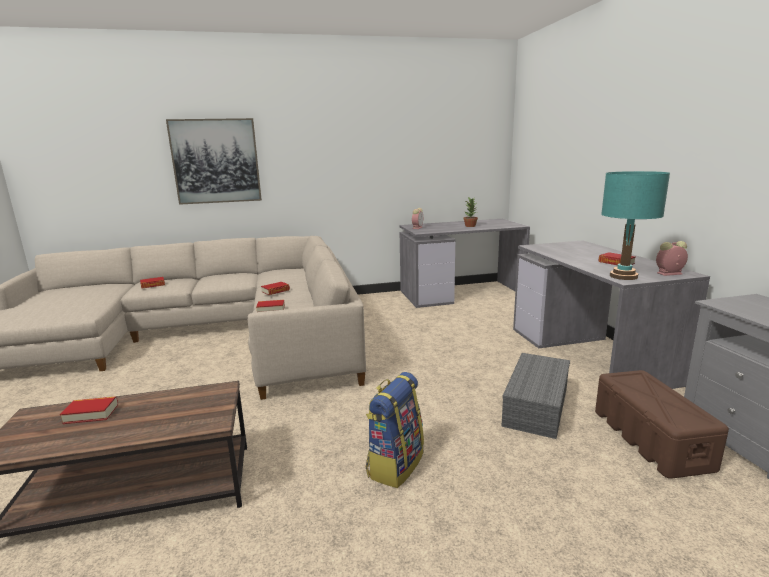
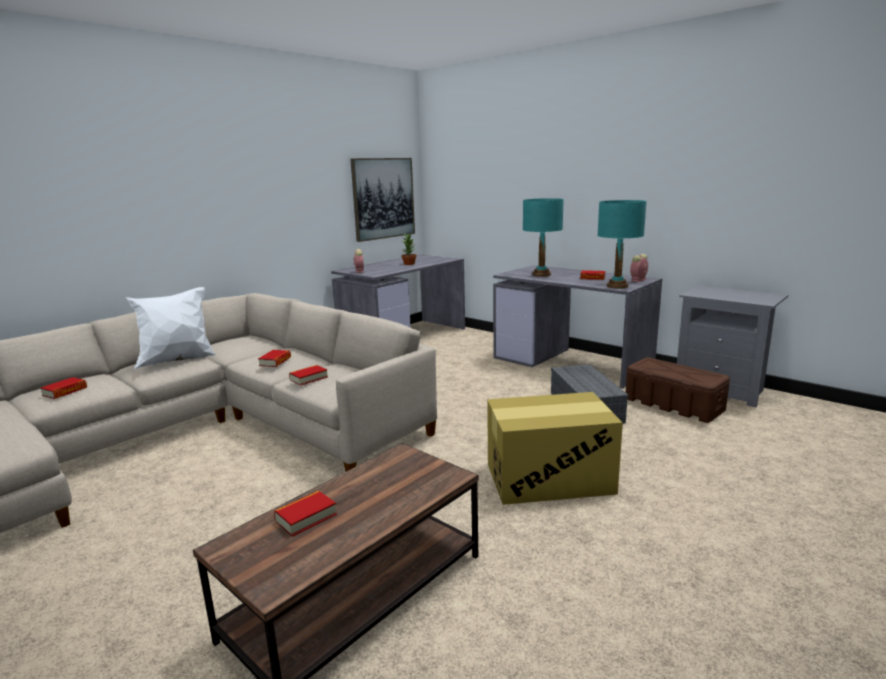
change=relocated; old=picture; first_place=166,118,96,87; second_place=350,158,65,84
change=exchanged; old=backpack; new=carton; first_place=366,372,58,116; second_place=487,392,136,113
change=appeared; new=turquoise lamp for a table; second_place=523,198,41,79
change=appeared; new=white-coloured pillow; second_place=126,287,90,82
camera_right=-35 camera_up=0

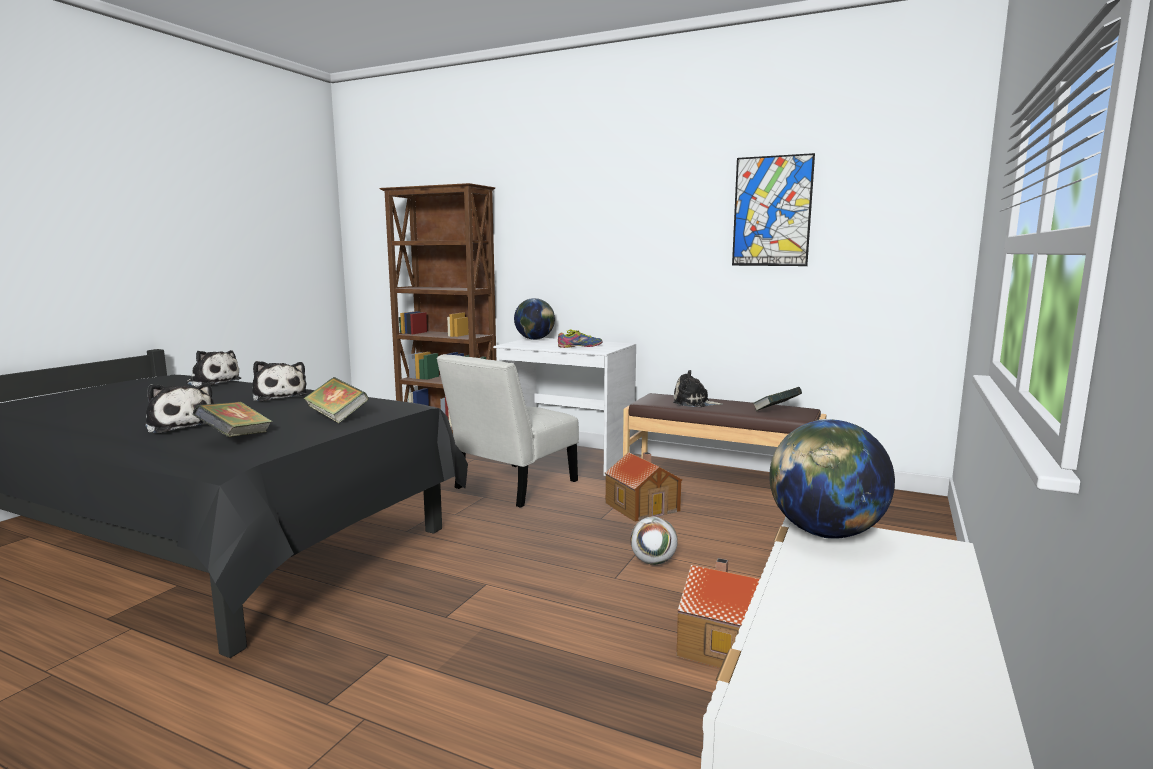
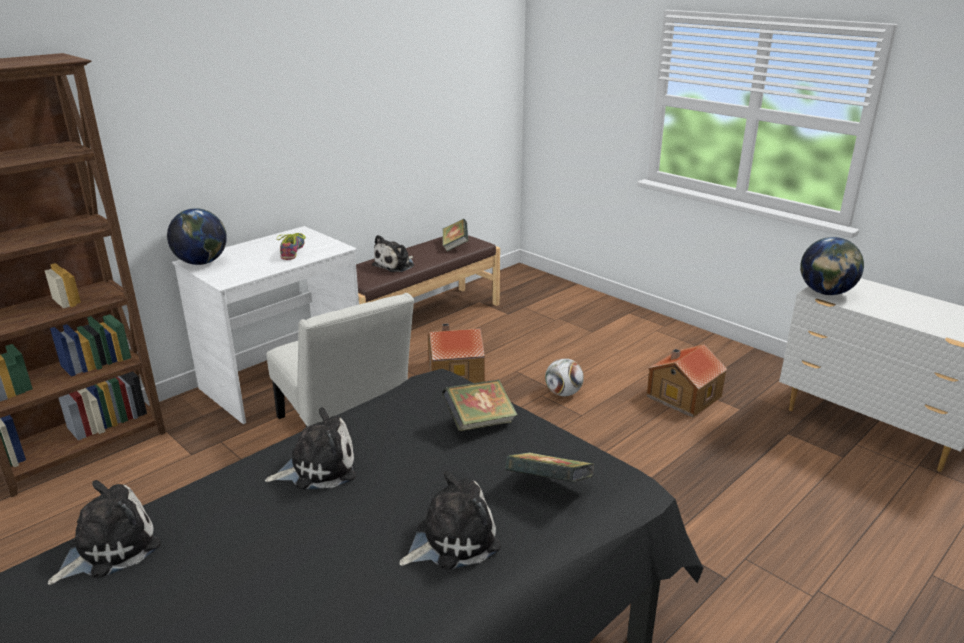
change=missing; old=picture; first_place=732,153,83,113
camera_right=-70 camera_up=15

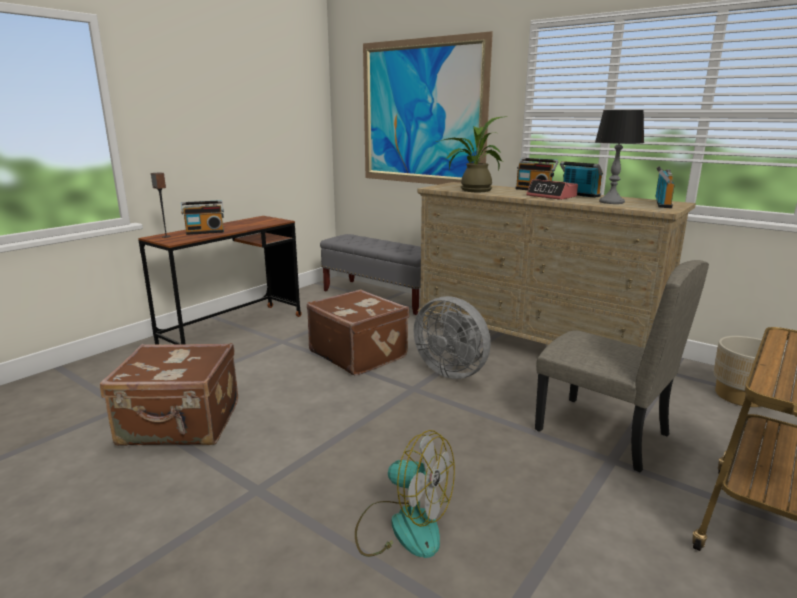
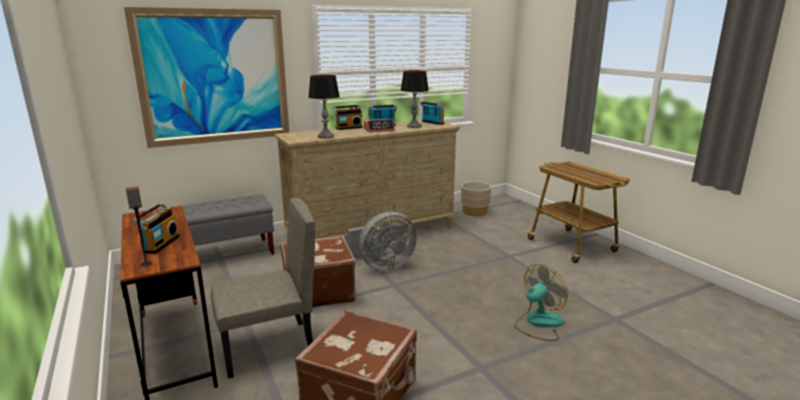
change=exchanged; old=houseplant; new=lamp for a table; first_place=436,116,71,76; second_place=308,75,32,63
change=relocated; old=beige upright chair; first_place=535,260,174,213; second_place=211,198,104,180
camera_right=-65 camera_up=0

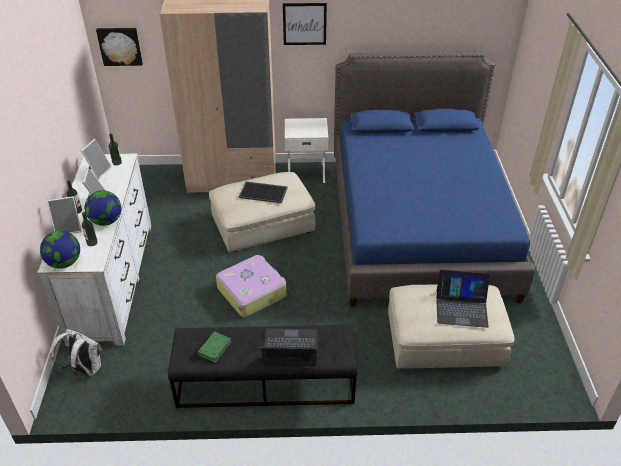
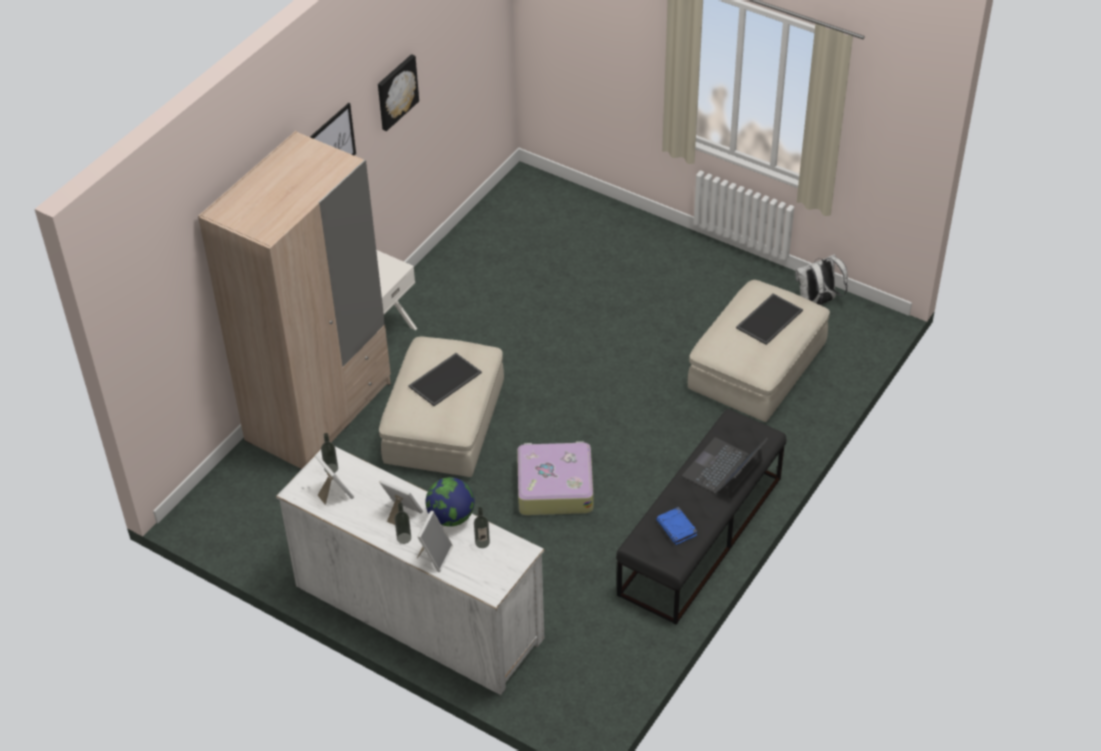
change=relocated; old=picture; first_place=96,28,47,38; second_place=378,54,41,77
change=missing; old=blue-coloured bed; first_place=334,52,201,255
change=missing; old=globe; first_place=40,231,40,38
change=exchanged; old=notebook computer; new=carrying tray; first_place=436,269,54,59; second_place=736,294,67,51
change=relocated; old=white-coloured backpack; first_place=51,329,52,48; second_place=795,254,53,51
change=colour; old=green-coloured volume; new=blue-coloured volume; first_place=197,331,35,32; second_place=656,507,42,38
camera_right=-55 camera_up=5

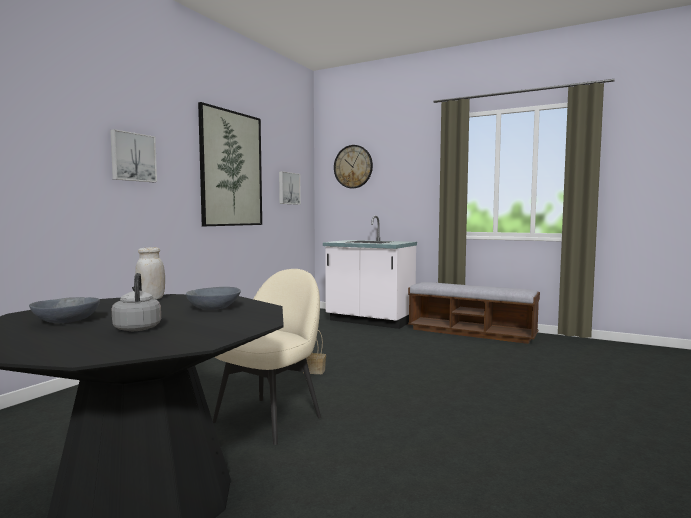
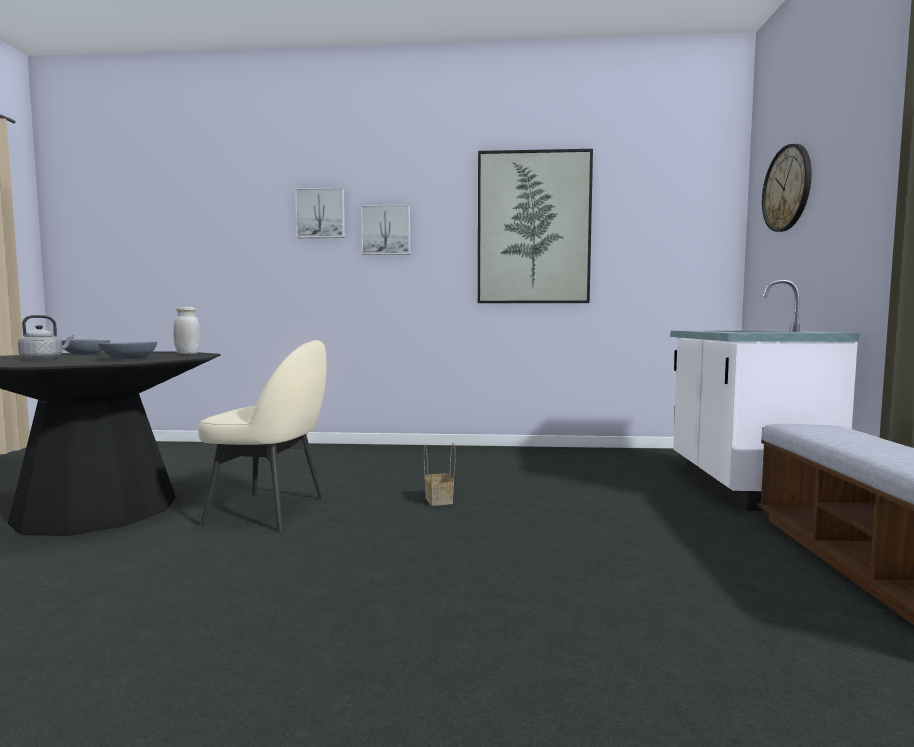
change=relocated; old=picture; first_place=279,171,22,34; second_place=295,188,50,50
camera_right=65 camera_up=0

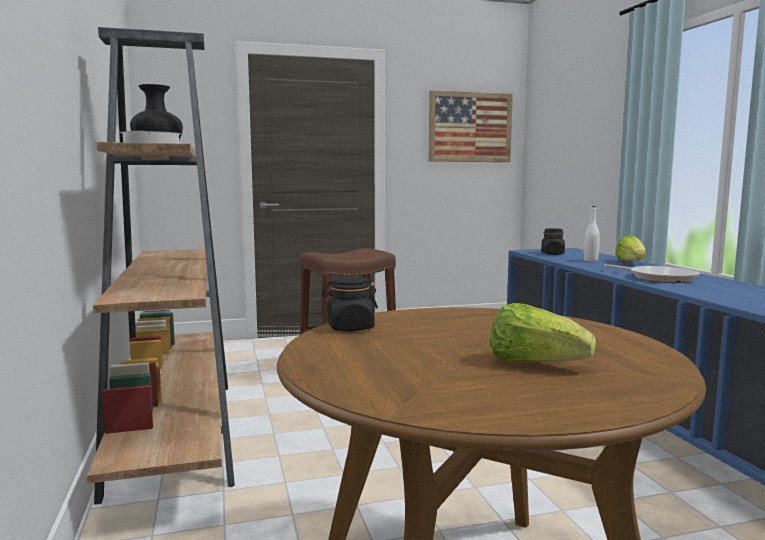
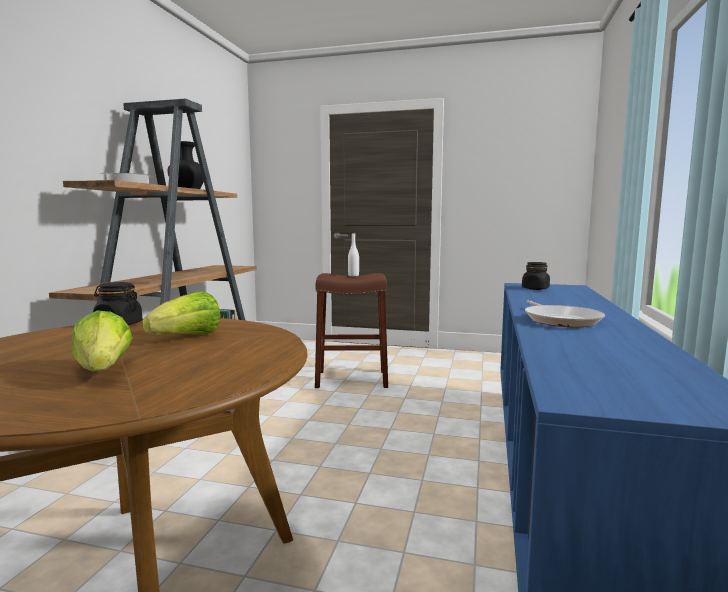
change=missing; old=picture; first_place=429,90,84,72
change=relocated; old=white-coloured beverage bottle; first_place=584,206,16,56; second_place=348,233,11,43
change=relocated; old=lettuce; first_place=616,235,30,27; second_place=143,291,78,44
camera_right=30 camera_up=0

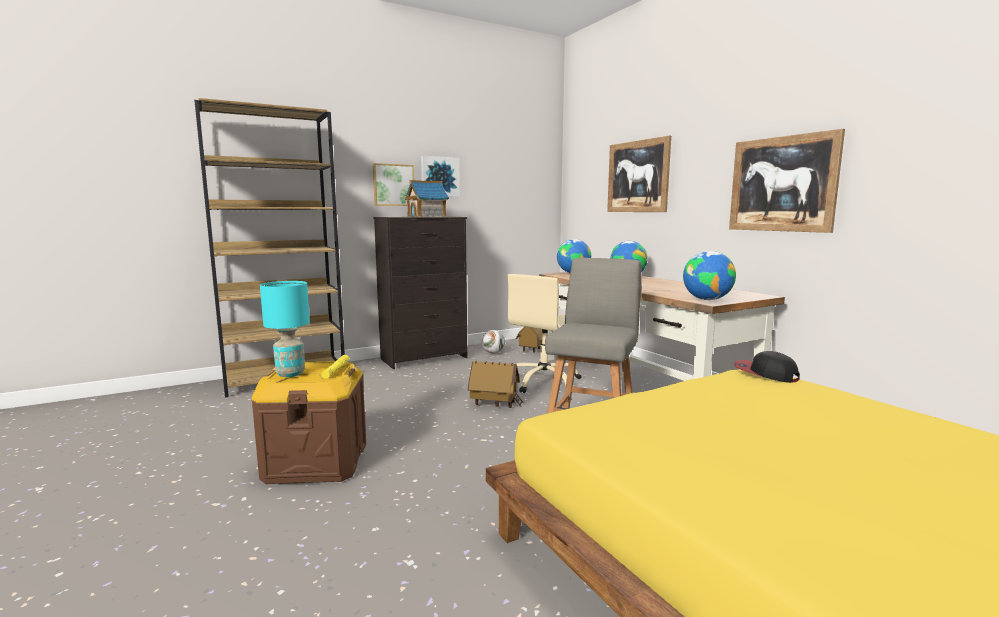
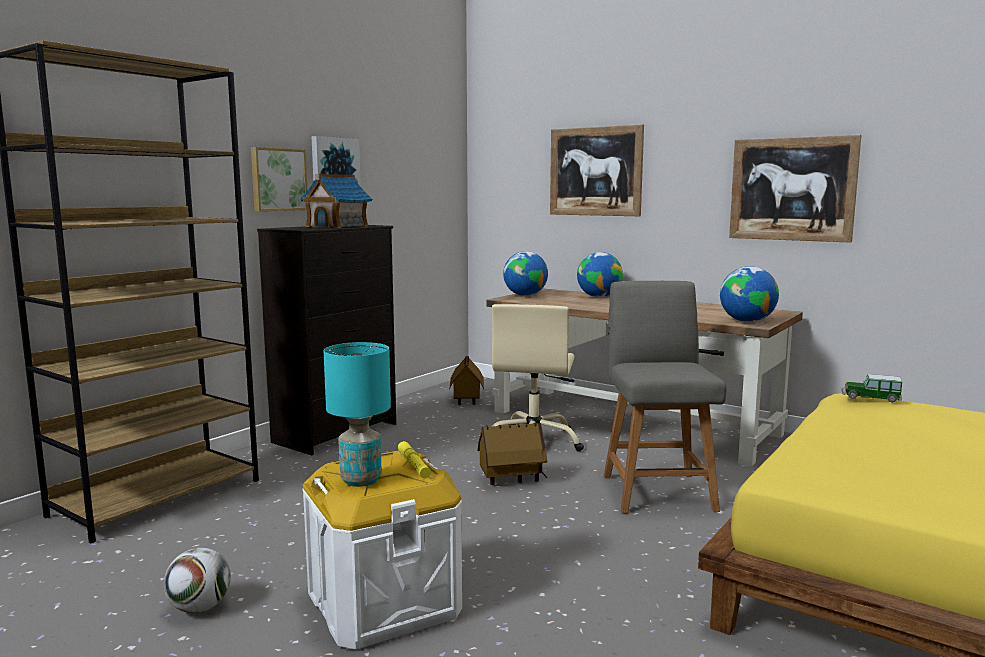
change=relocated; old=football; first_place=482,330,23,23; second_place=164,547,67,66
change=exchanged; old=cap; new=model car; first_place=734,351,66,32; second_place=841,374,61,29
change=colour; old=brown storage box; new=white-coloured storage box; first_place=251,361,115,123; second_place=303,451,159,199
camera_right=-25 camera_up=0

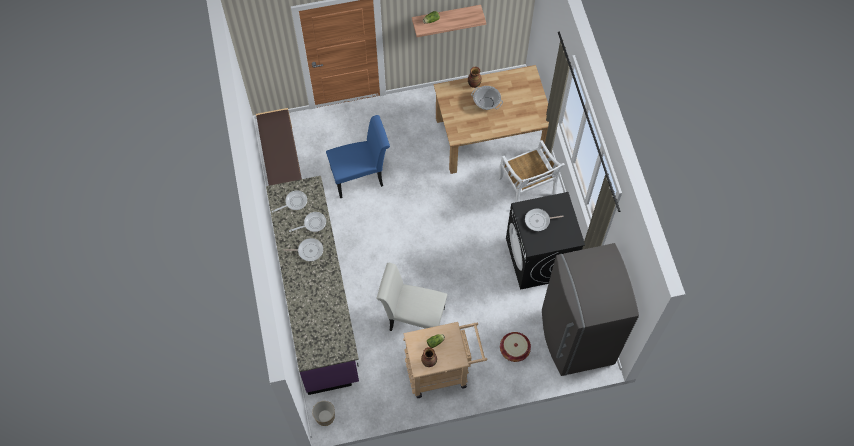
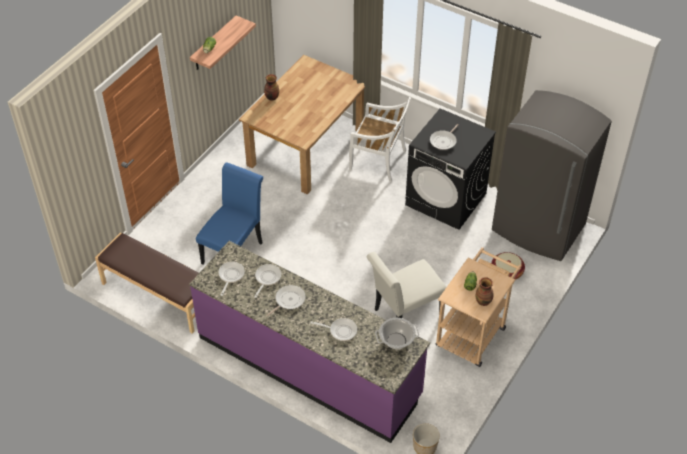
change=relocated; old=saucepot; first_place=471,86,32,24; second_place=375,318,44,31
change=appeared; new=frying pan; second_place=310,318,47,23
camera_right=-45 camera_up=-15

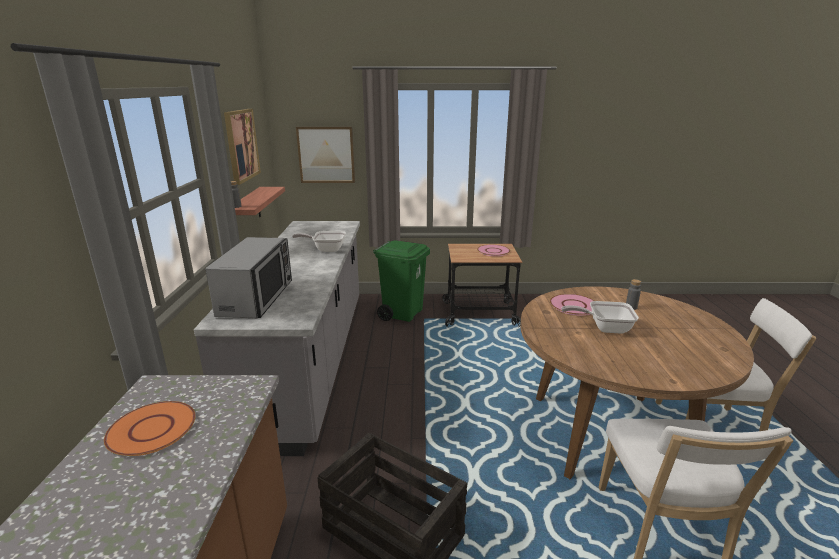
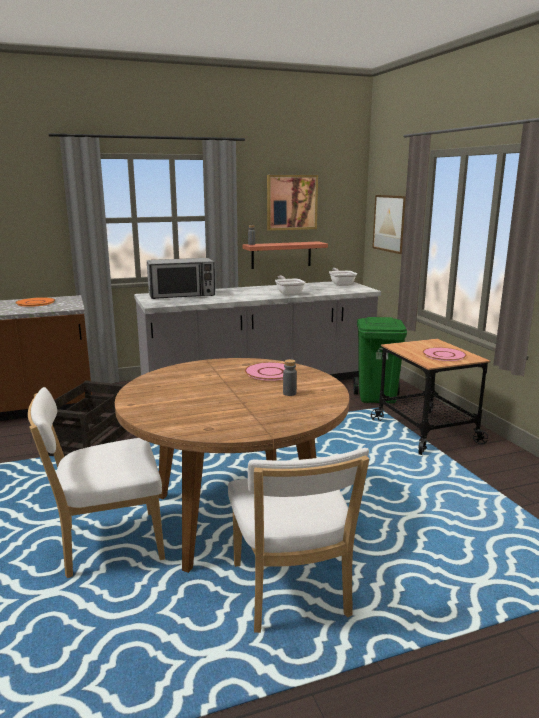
change=relocated; old=frying pan; first_place=561,301,78,33; second_place=329,268,28,18
camera_right=70 camera_up=-5

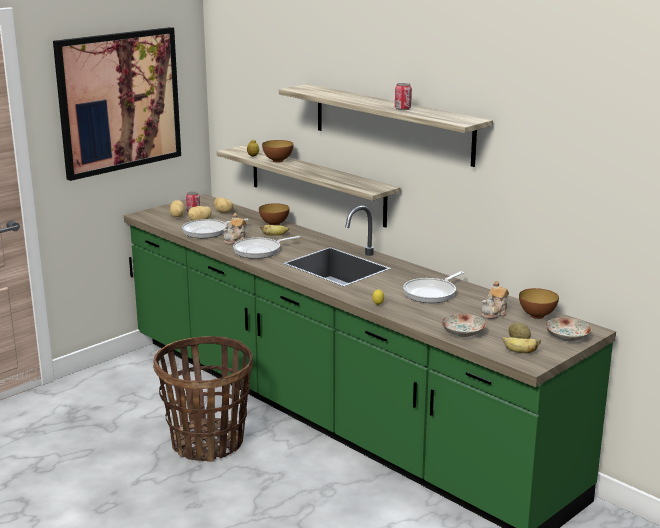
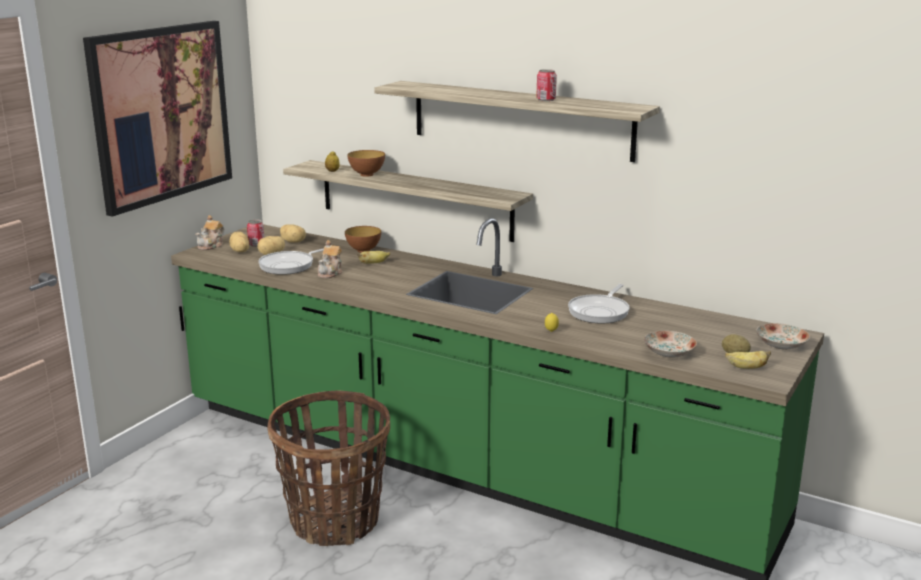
change=missing; old=frying pan; first_place=233,236,68,23
change=relocated; old=teapot; first_place=481,281,28,38; second_place=195,215,29,35
change=missing; old=serving bowl; first_place=519,288,40,31
camera_right=-15 camera_up=0

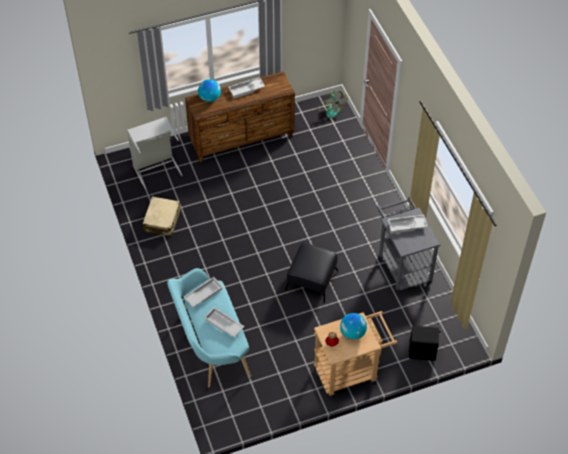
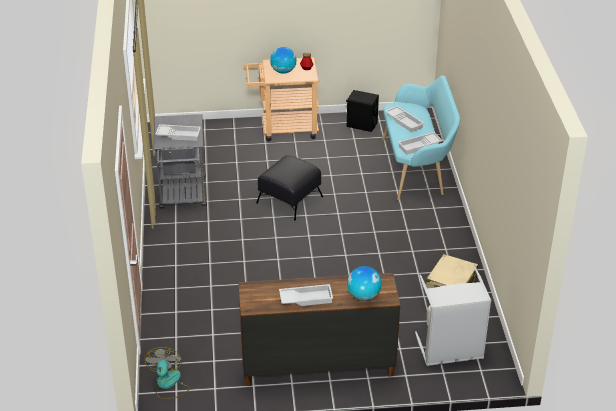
change=relocated; old=blackish audio speaker; first_place=409,325,32,36; second_place=346,90,33,42
camera_right=-165 camera_up=-15

